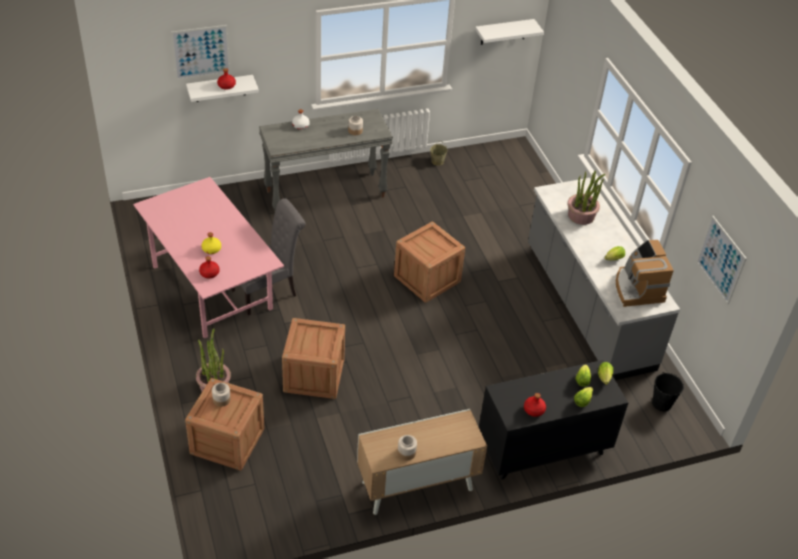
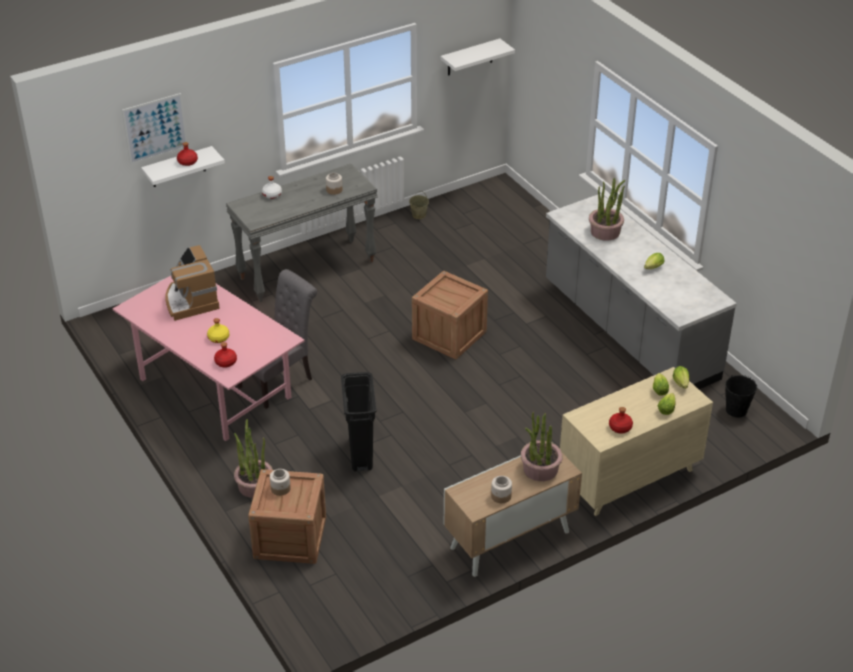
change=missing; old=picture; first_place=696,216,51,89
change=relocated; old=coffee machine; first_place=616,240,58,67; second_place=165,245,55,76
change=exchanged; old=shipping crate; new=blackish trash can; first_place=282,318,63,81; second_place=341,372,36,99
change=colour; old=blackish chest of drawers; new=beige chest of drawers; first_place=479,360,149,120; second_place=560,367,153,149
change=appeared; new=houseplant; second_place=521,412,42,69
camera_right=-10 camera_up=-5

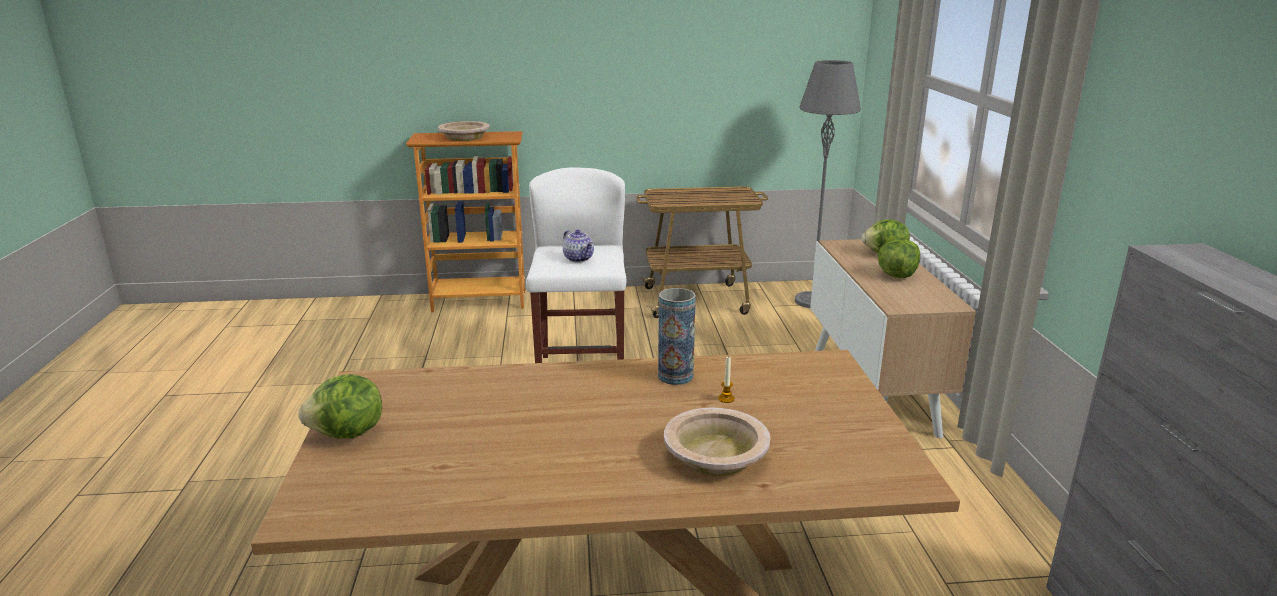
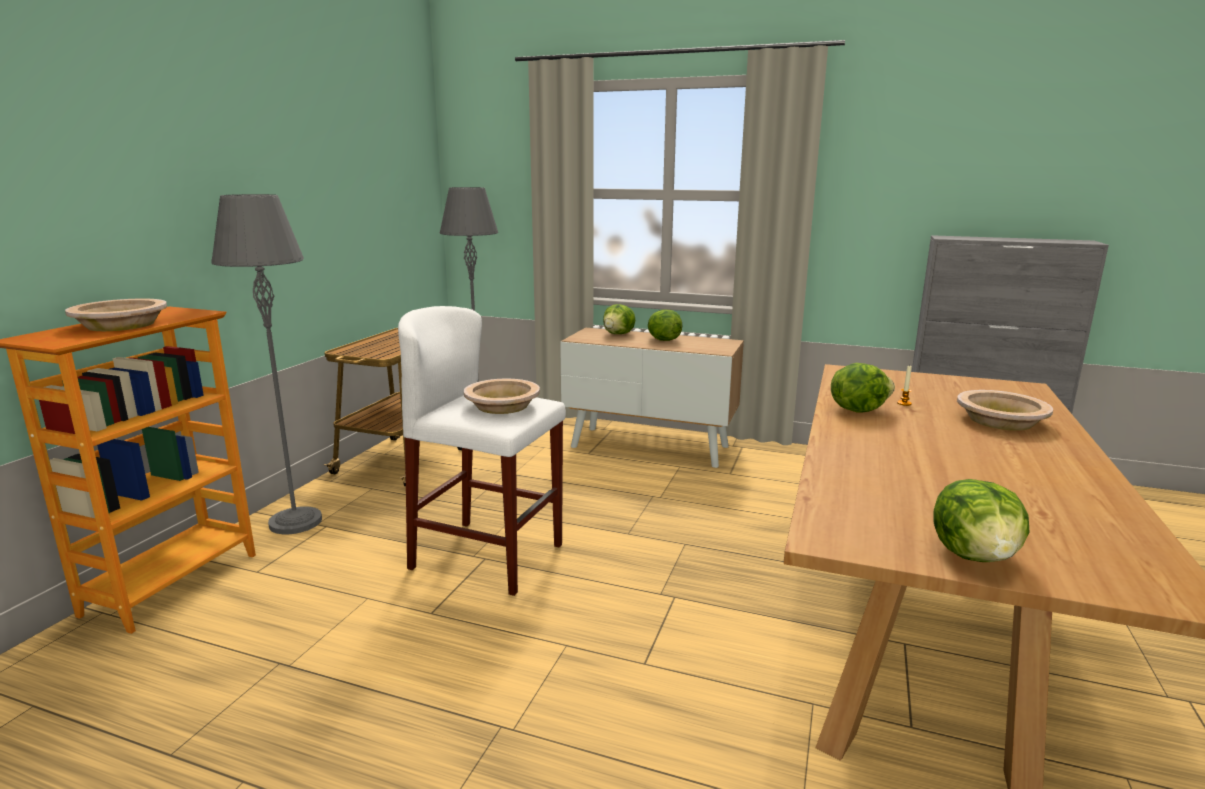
change=exchanged; old=teapot; new=beige serving bowl; first_place=563,230,31,33; second_place=464,379,76,35
change=exchanged; old=decorative vase; new=lettuce; first_place=658,288,38,97; second_place=831,363,64,49
change=appeared; new=grey standing lamp; second_place=212,194,110,340
camera_right=-65 camera_up=-5

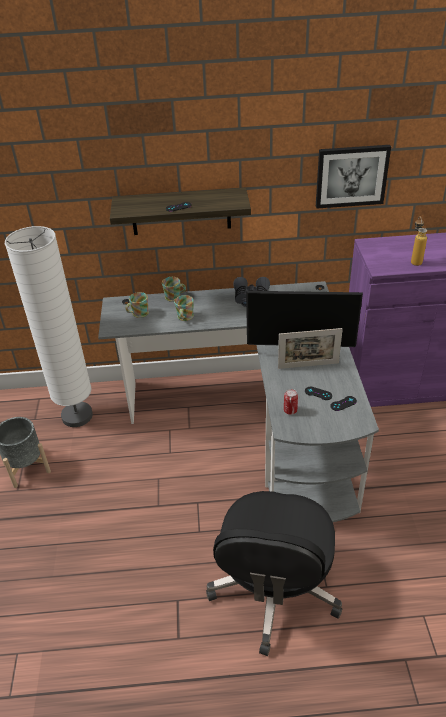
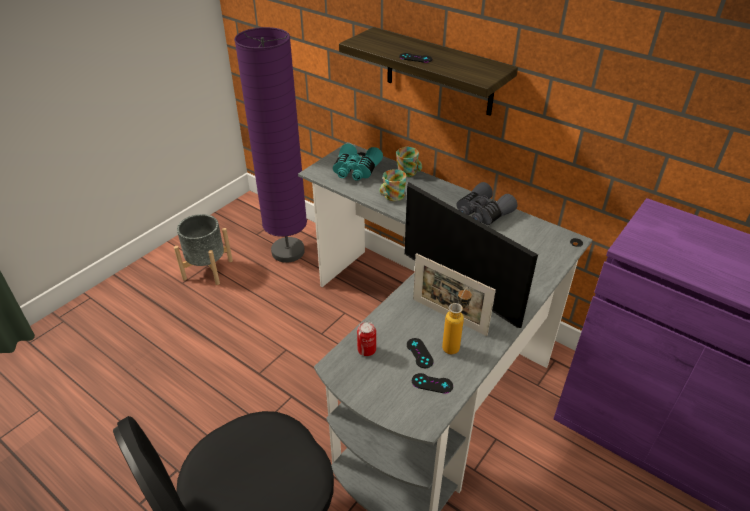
change=missing; old=picture; first_place=316,145,75,64
change=relocated; old=beverage bottle; first_place=411,217,16,49; second_place=442,287,30,67
change=colour; old=white-coloured standing lamp; new=purple-coloured standing lamp; first_place=5,226,88,201; second_place=234,27,73,236
change=exchanged; old=tea mug; new=turquoise binoculars; first_place=125,292,24,26; second_place=333,144,50,37
camera_right=40 camera_up=0

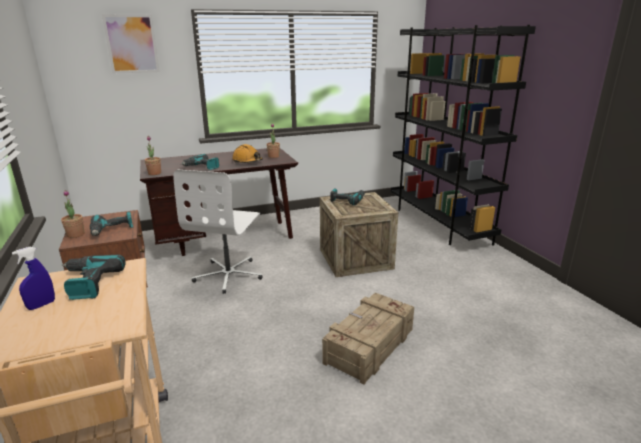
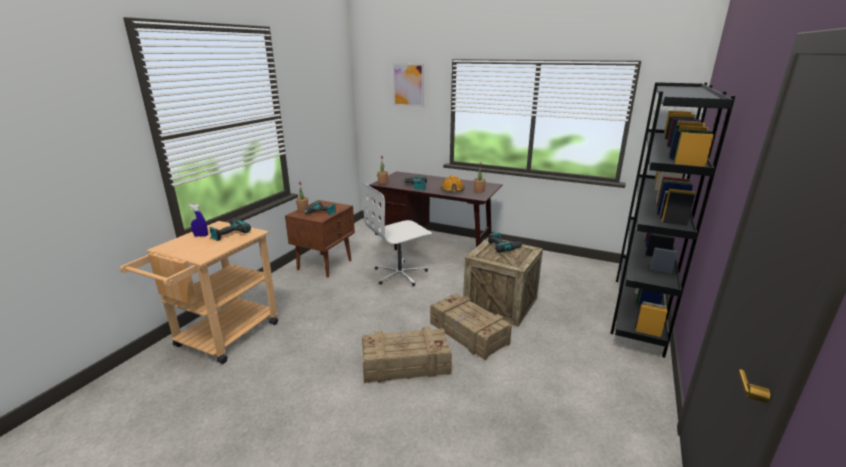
change=appeared; new=shipping crate; second_place=430,293,82,67
camera_right=45 camera_up=0

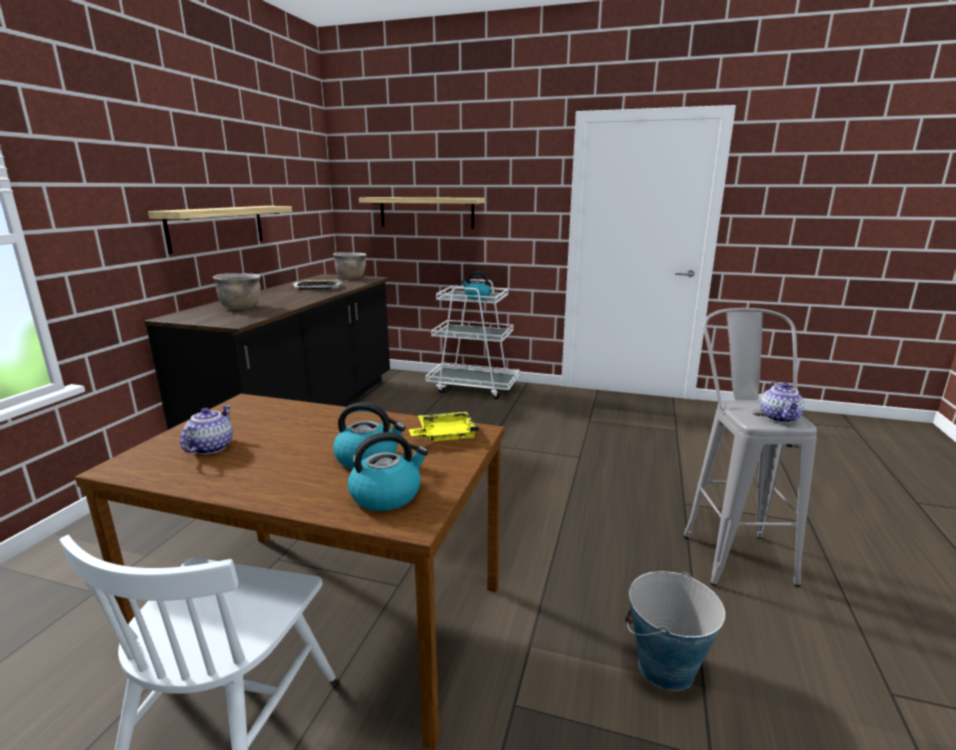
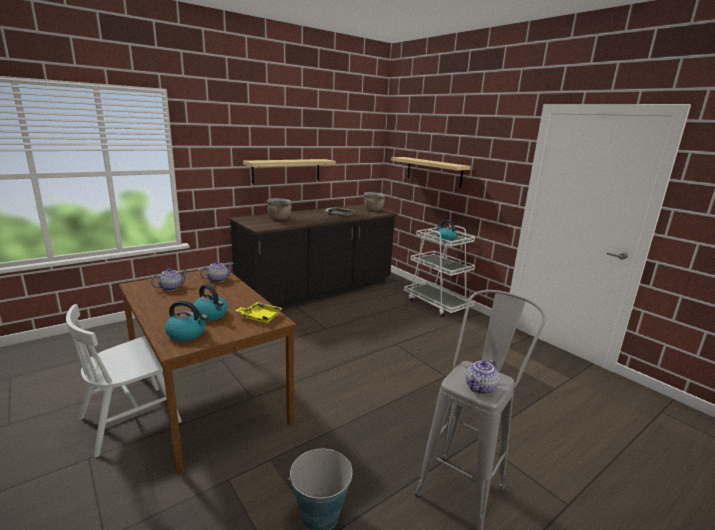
change=appeared; new=teapot; second_place=200,261,33,21
camera_right=35 camera_up=0

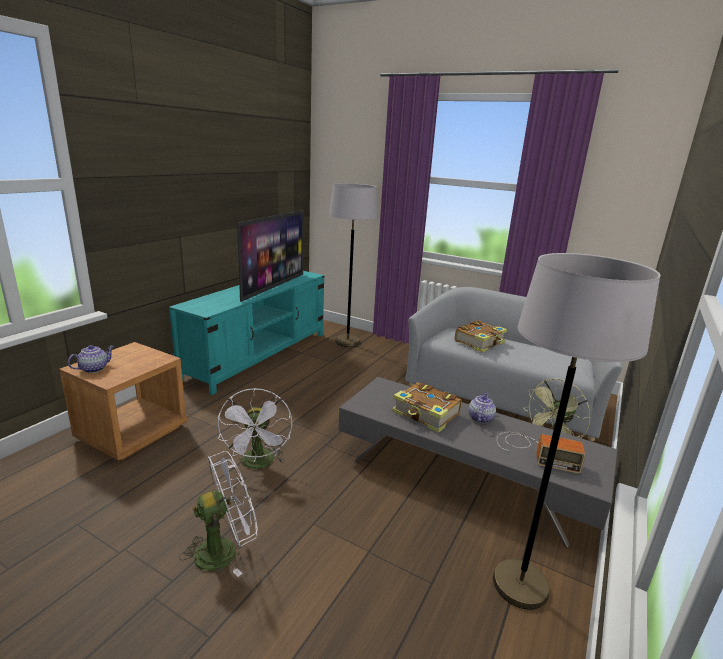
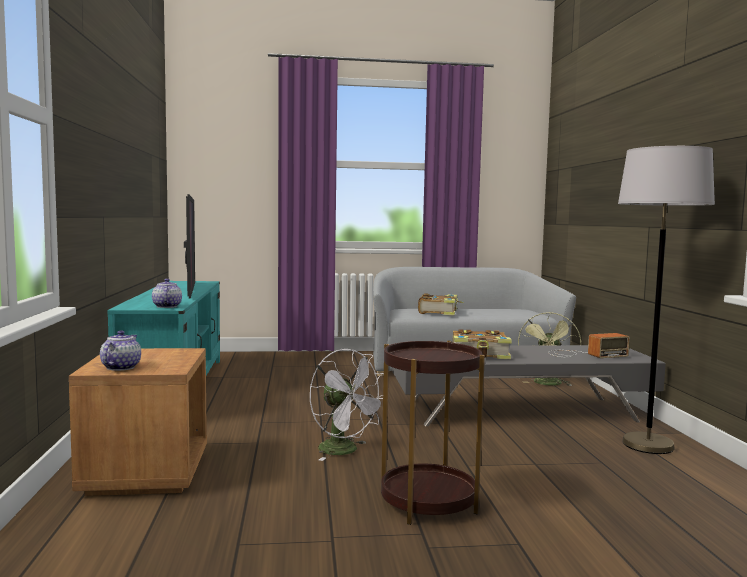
change=missing; old=grey standing lamp; first_place=329,183,49,164
change=relocated; old=teapot; first_place=468,392,28,31; second_place=152,279,30,29
change=exchanged; old=white-coloured electric fan; new=brown accent table; first_place=179,451,79,126; second_place=381,340,104,185
camera_right=-35 camera_up=-15

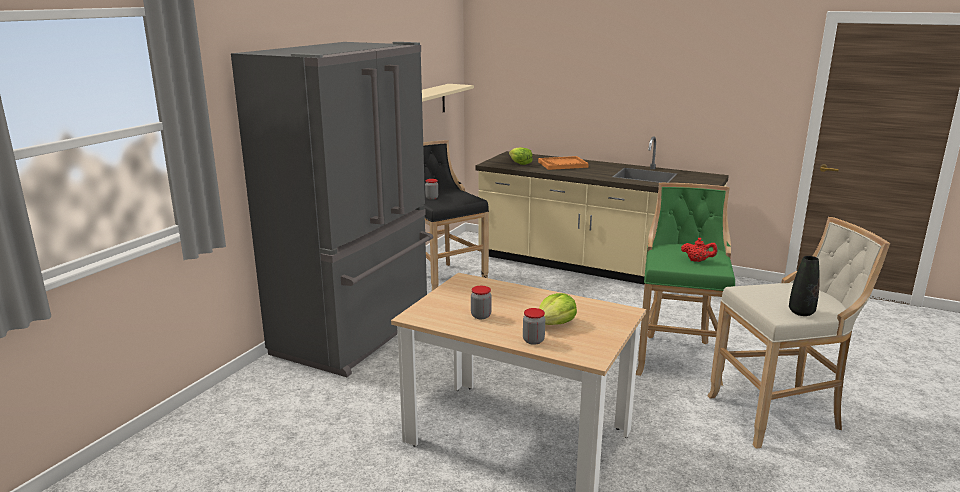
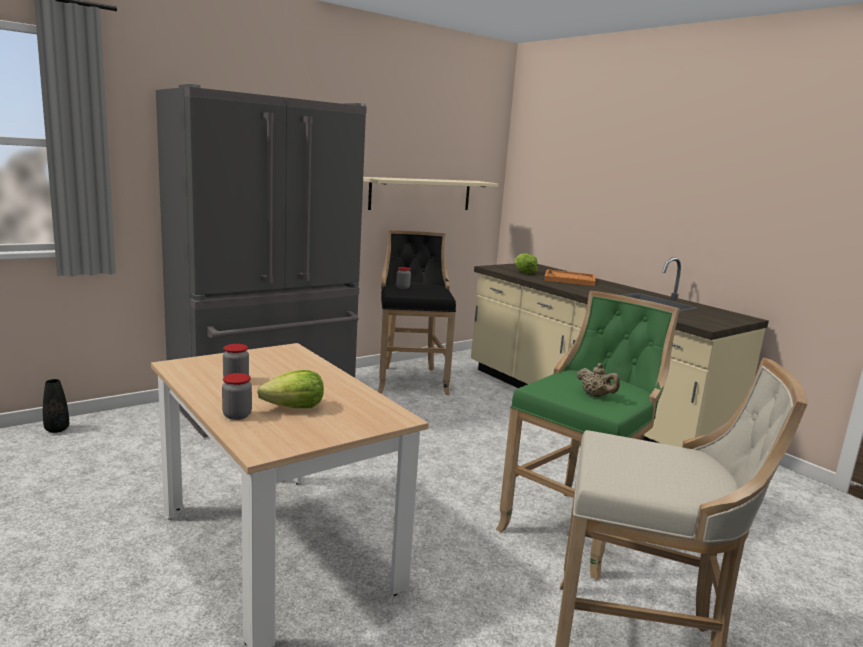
change=colour; old=red teapot; new=beige teapot; first_place=681,238,37,24; second_place=577,363,43,34
change=relocated; old=blackish decorative vase; first_place=789,256,31,60; second_place=43,379,26,54
camera_right=25 camera_up=-5

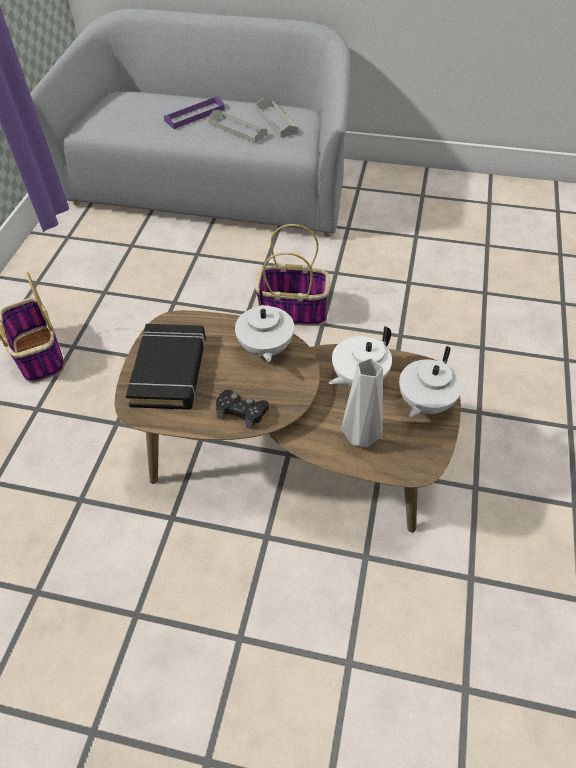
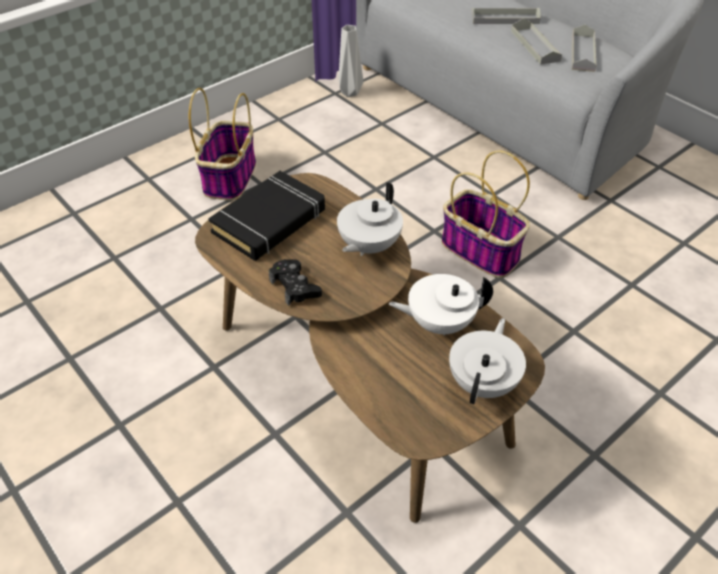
change=colour; old=purple-coloured carrying tray; new=grey carrying tray; first_place=163,96,62,33; second_place=471,8,70,16
change=spun; old=white-coloured teapot; first_place=399,346,63,71; second_place=449,318,77,86; degrees=135
change=relocated; old=grey decorative vase; first_place=341,358,42,90; second_place=339,25,24,72
camera_right=35 camera_up=-5

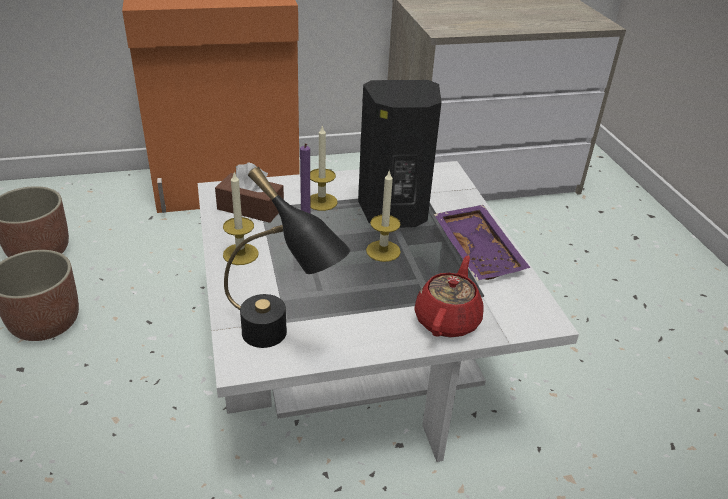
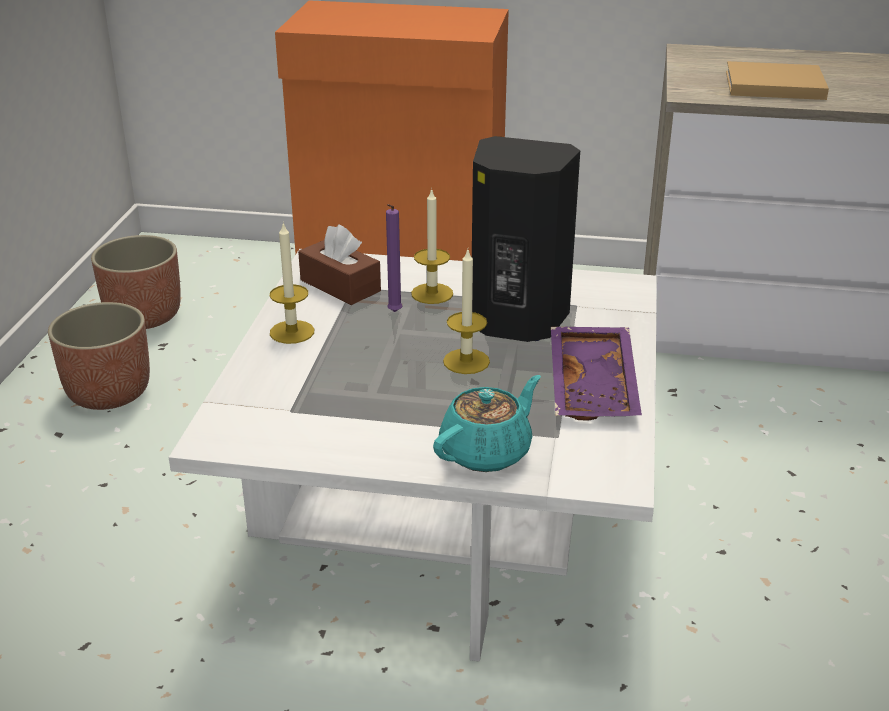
change=missing; old=blackish lamp for a table; first_place=224,167,127,181
change=colour; old=red teapot; new=turquoise teapot; first_place=414,256,70,81; second_place=433,375,108,97
change=appeared; new=beige volume; second_place=726,61,103,39
camera_right=25 camera_up=-5

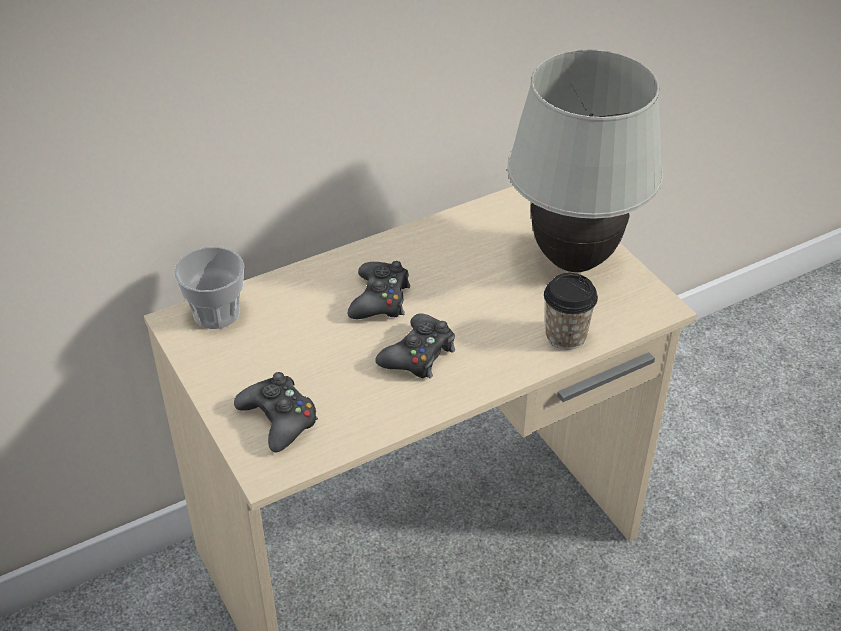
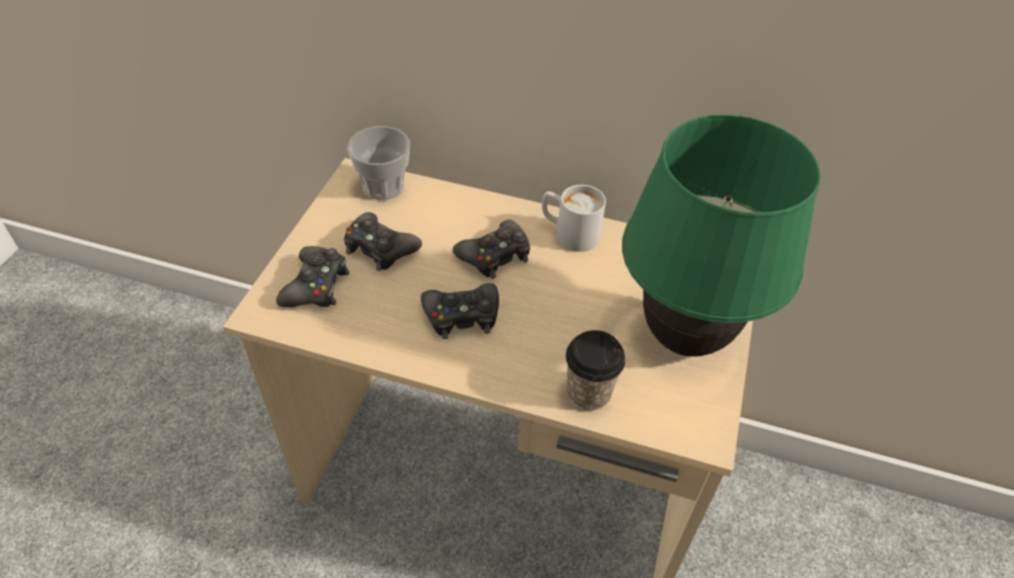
change=colour; old=white-coloured lamp for a table; new=green-coloured lamp for a table; first_place=507,49,156,223; second_place=622,114,198,243
change=appeared; new=white-coloured tea mug; second_place=542,185,64,67
change=appeared; new=blackish joypad; second_place=344,212,78,59
camera_right=45 camera_up=5

